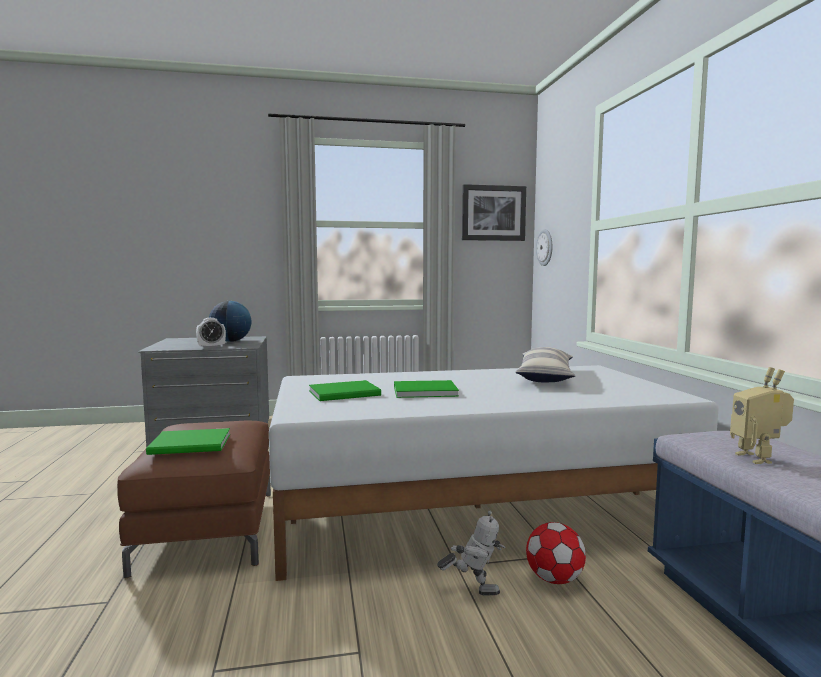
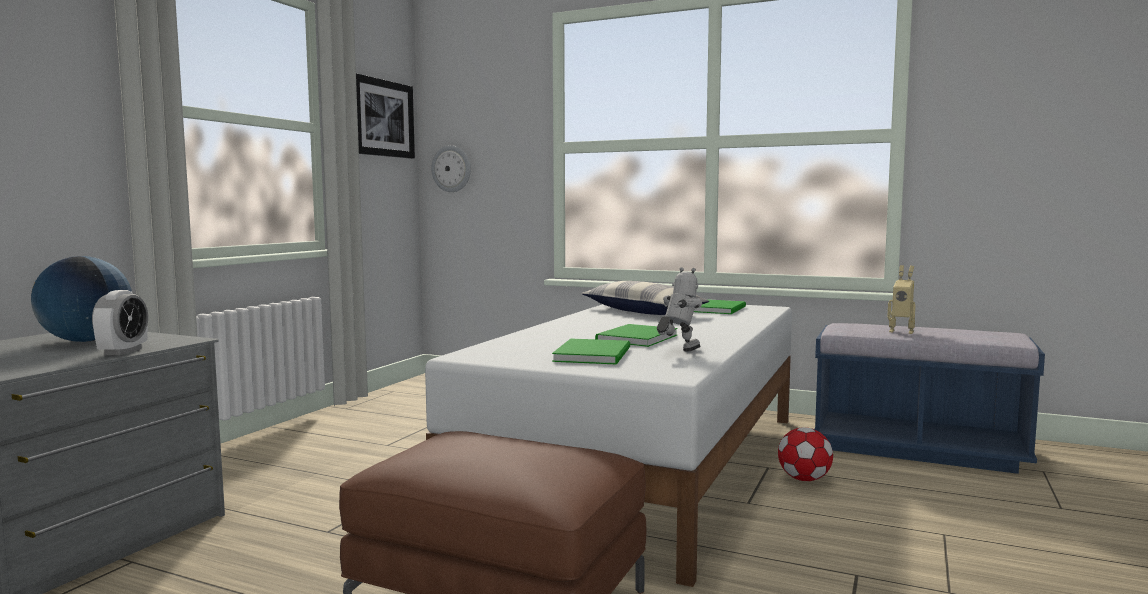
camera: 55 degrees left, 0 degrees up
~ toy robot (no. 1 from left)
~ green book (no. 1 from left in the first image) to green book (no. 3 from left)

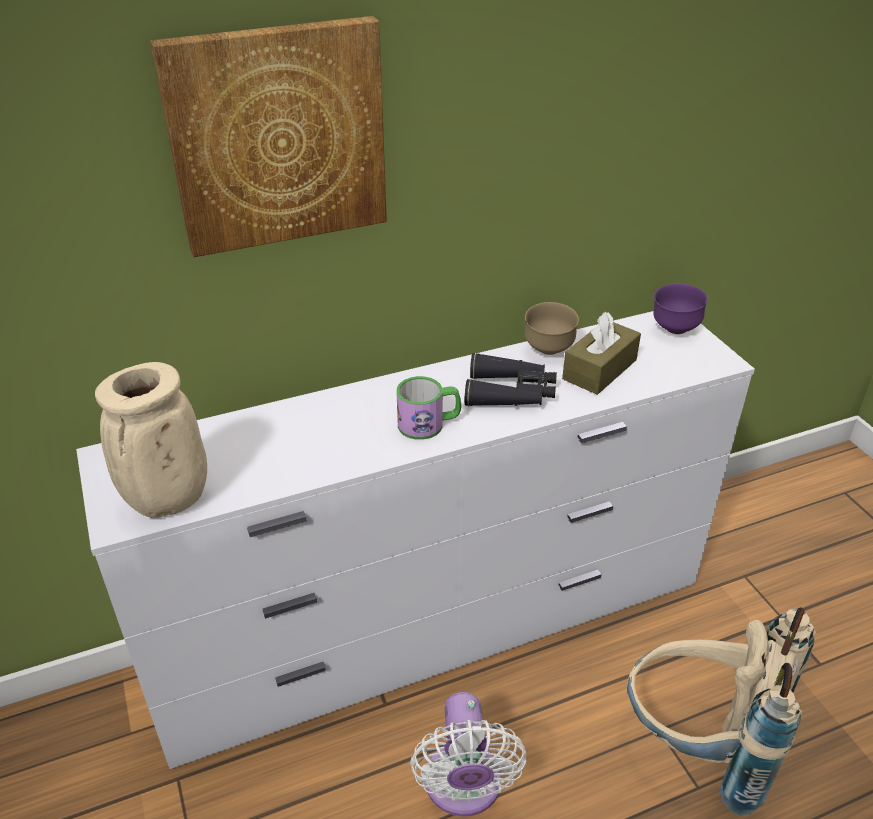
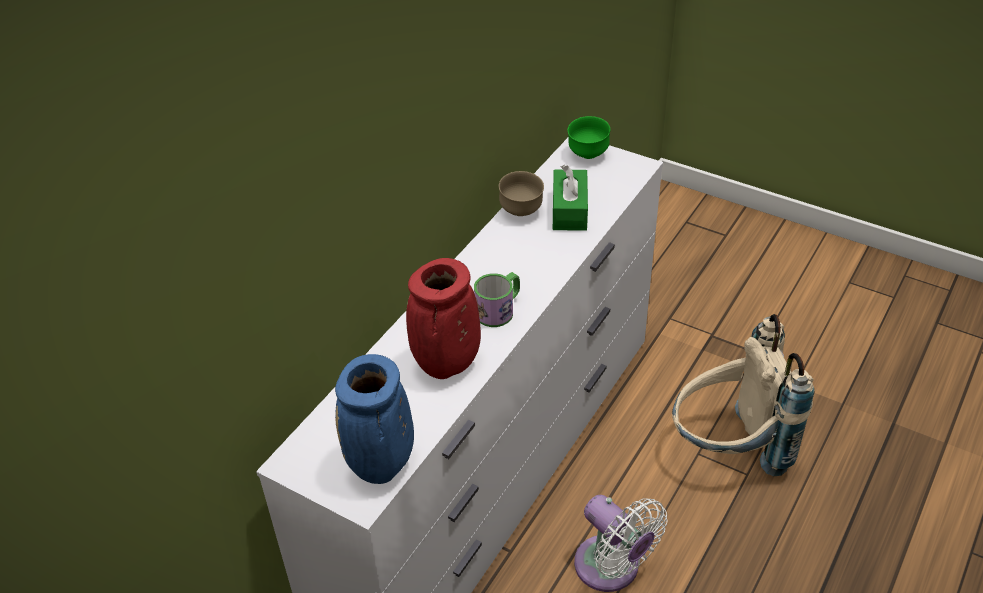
camera: 35 degrees left, 5 degrees up
~ beige vase to blue vase
+ red vase
~ brown tissue box to green tissue box
~ purple bowl to green bowl
- picture
- black binoculars

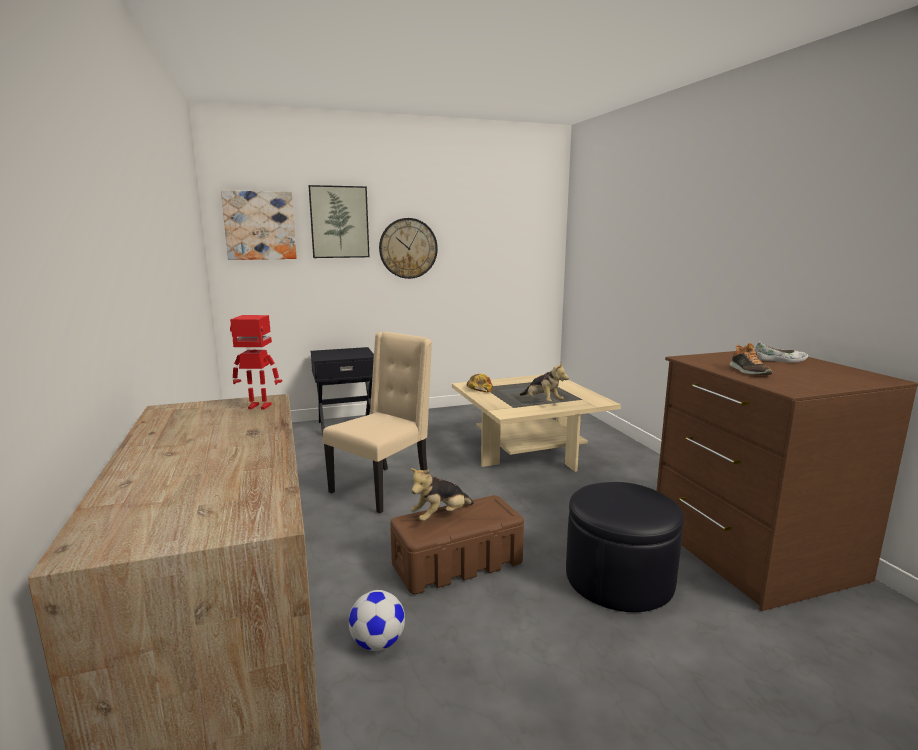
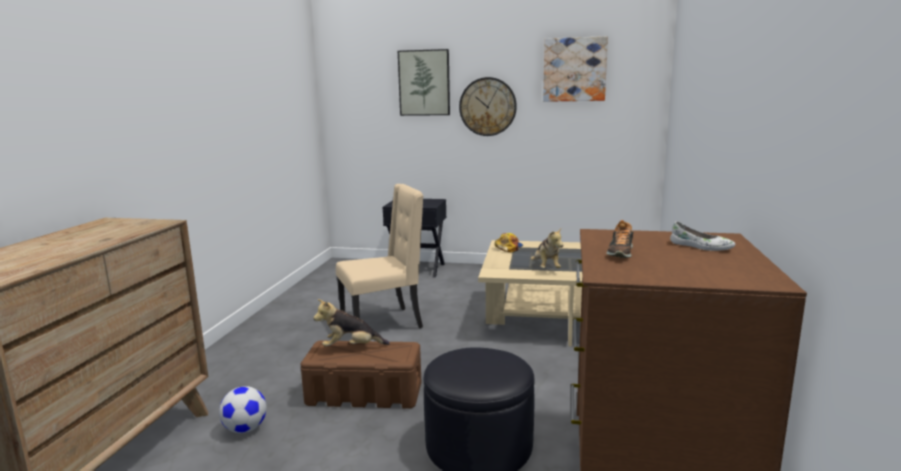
camera: 30 degrees right, 0 degrees up
~ picture (no. 1 from left in the first image) to picture (no. 2 from left)
- toy robot

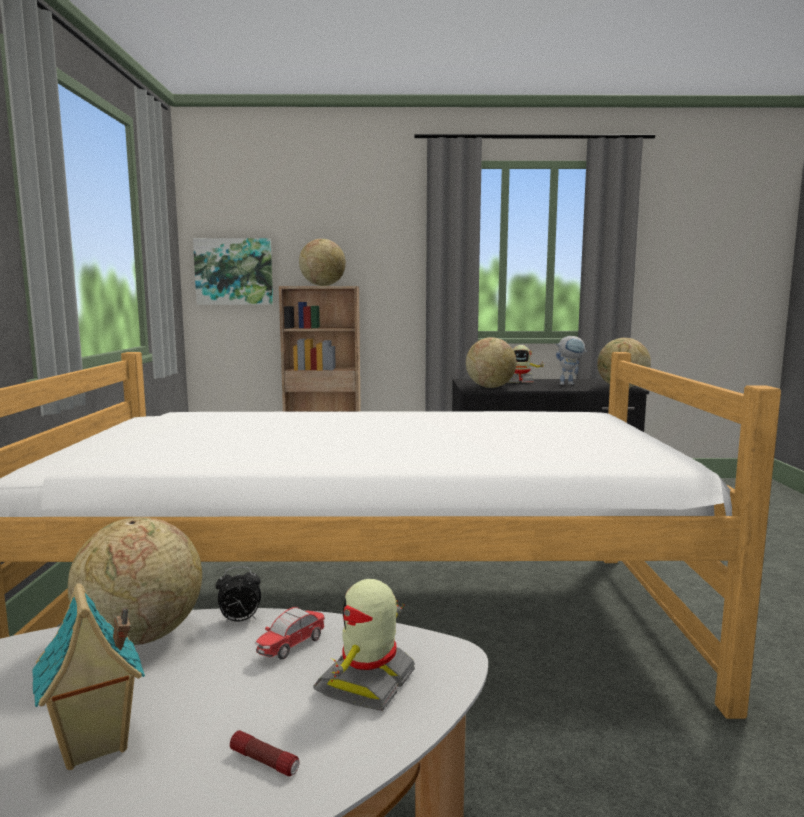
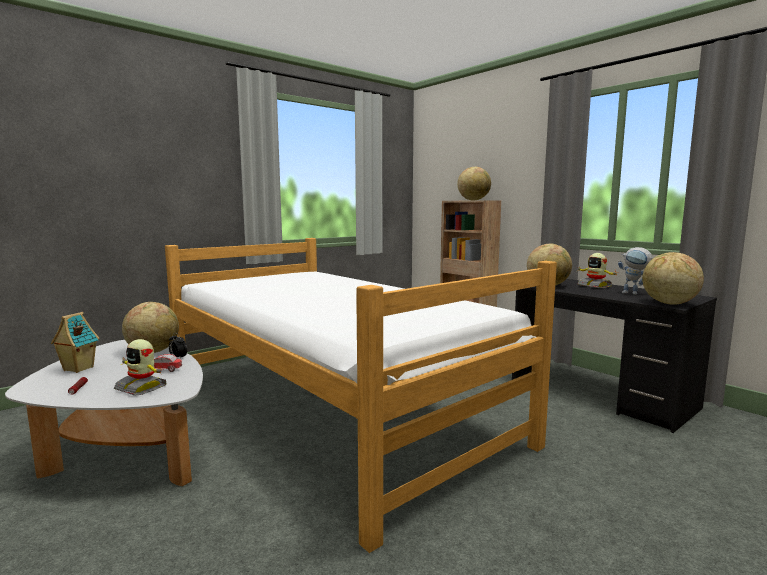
camera: 50 degrees right, 0 degrees up
~ toy robot (no. 1 from left) 135 degrees counterclockwise
- picture

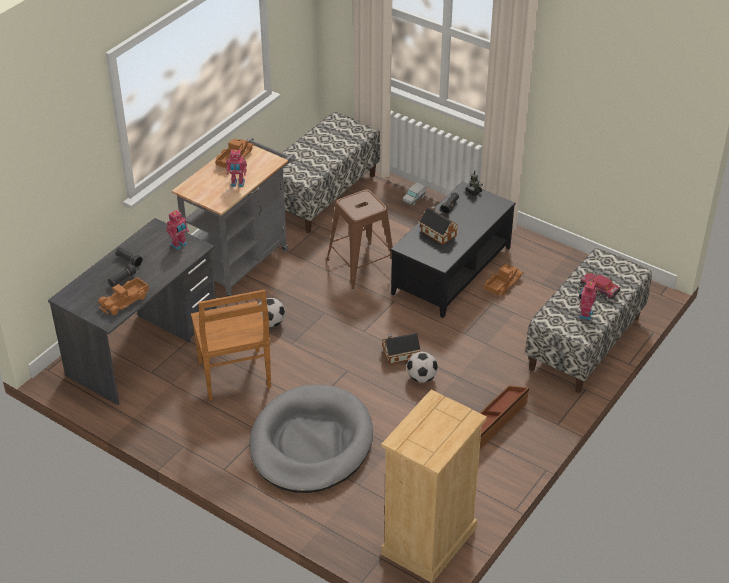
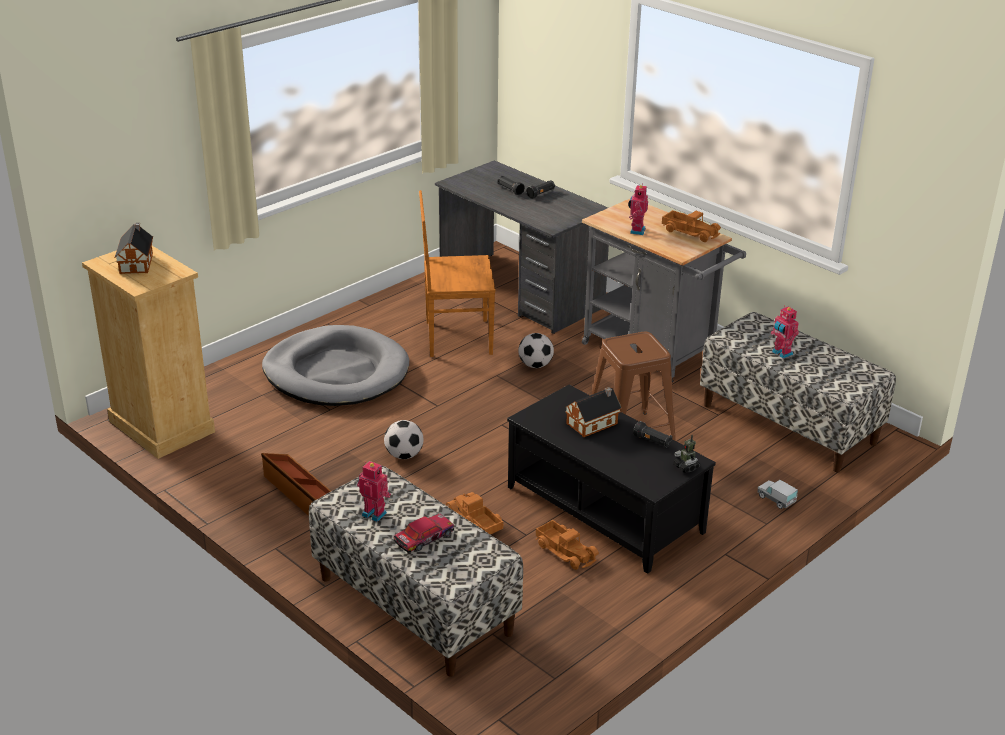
camera: 100 degrees right, 10 degrees down
~ toy house (no. 1 from left)
~ toy truck (no. 1 from left)
~ toy robot (no. 1 from left in the first image) to toy robot (no. 4 from left)

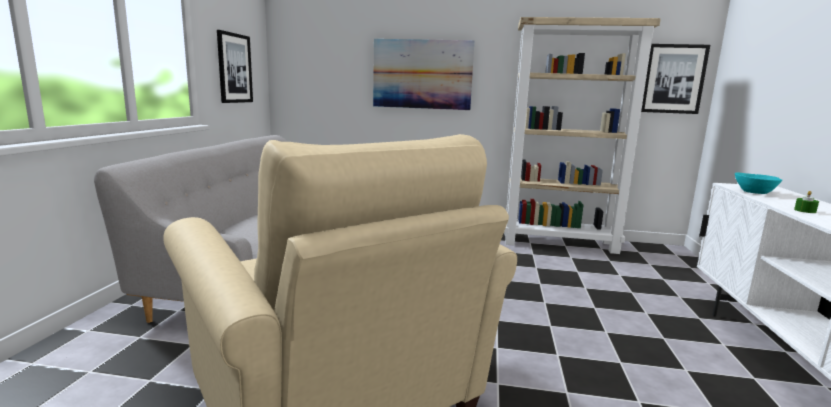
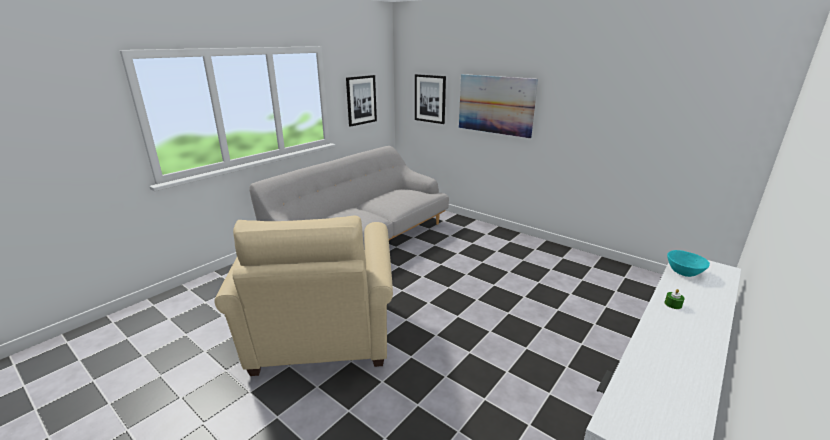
camera: 30 degrees right, 10 degrees up
~ picture (no. 3 from left in the first image) to picture (no. 2 from left)
- beige bookcase

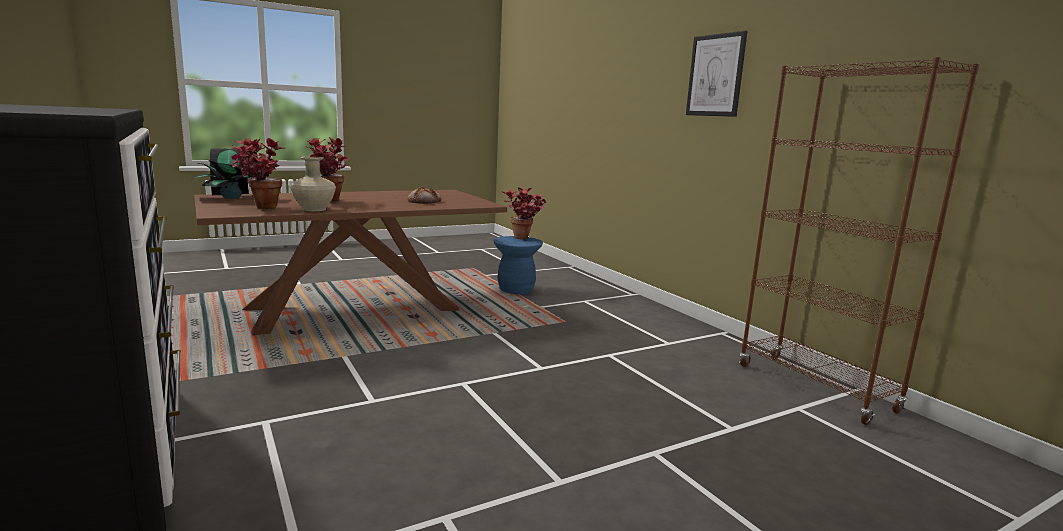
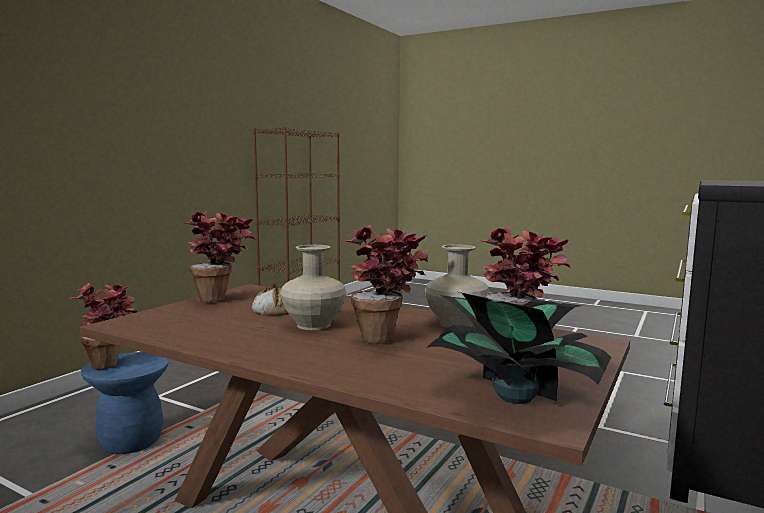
camera: 120 degrees left, 5 degrees down
+ potted plant (no. 2 from left)
+ beige vase (no. 1 from left)
- picture

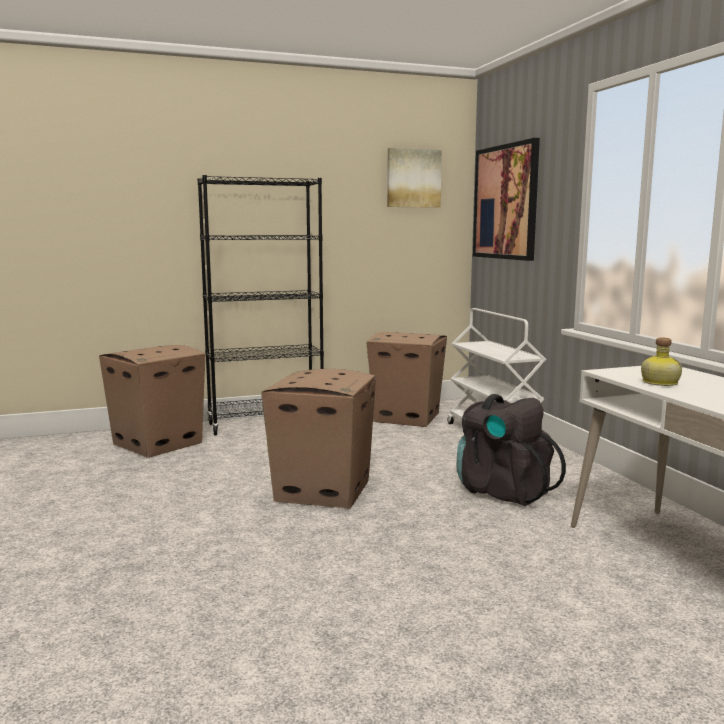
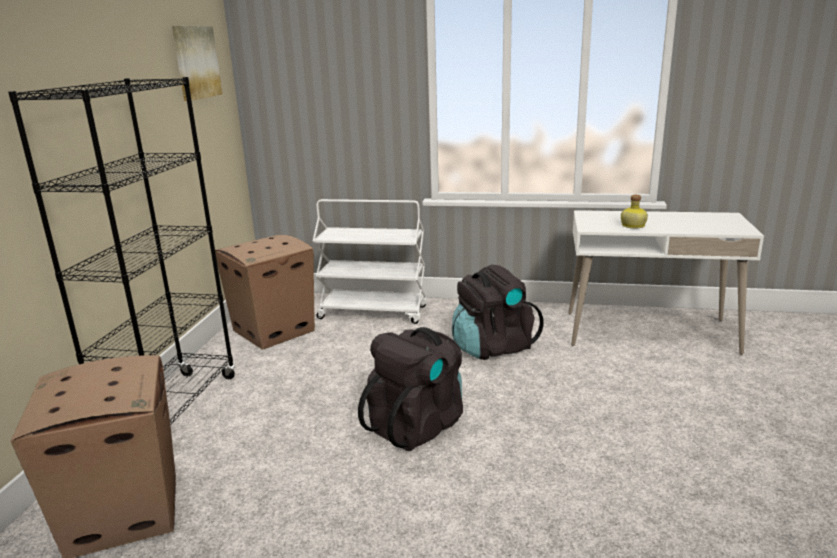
camera: 60 degrees left, 10 degrees up
~ cardboard box (no. 2 from left) to black backpack (no. 1 from left)
- picture (no. 2 from left)

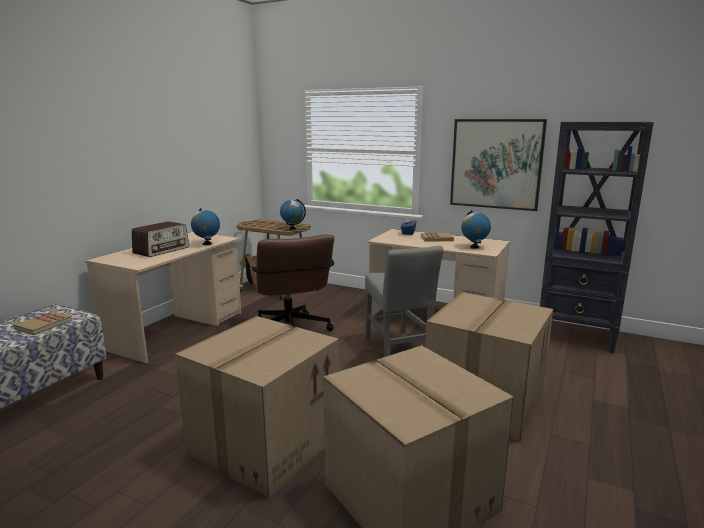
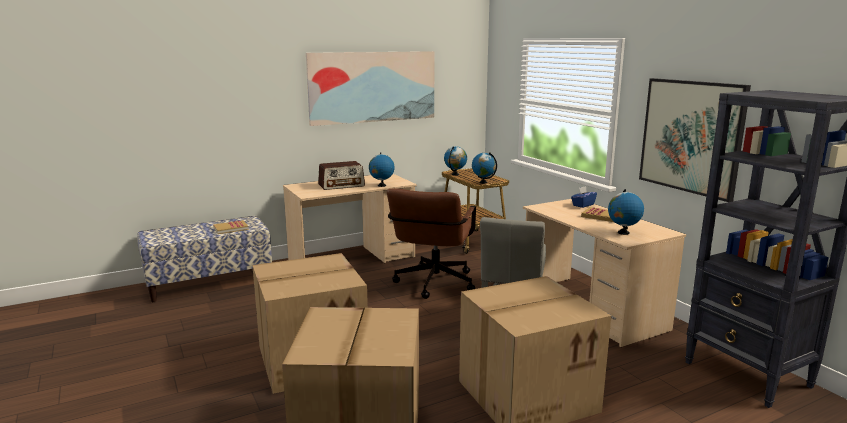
camera: 35 degrees right, 0 degrees up
+ picture (no. 1 from left)
+ globe (no. 2 from left)

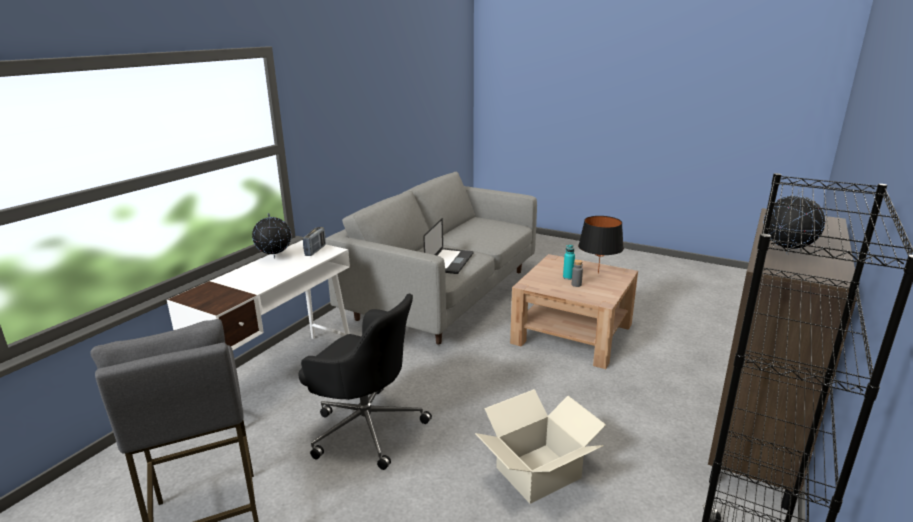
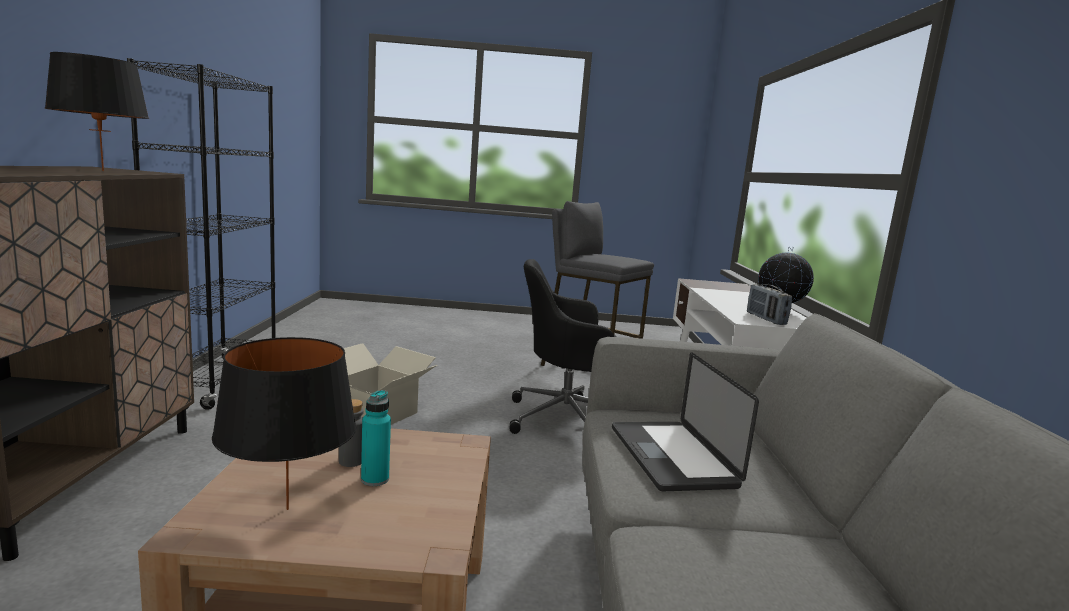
camera: 150 degrees right, 10 degrees down
~ globe (no. 2 from left) to black table lamp (no. 1 from left)

